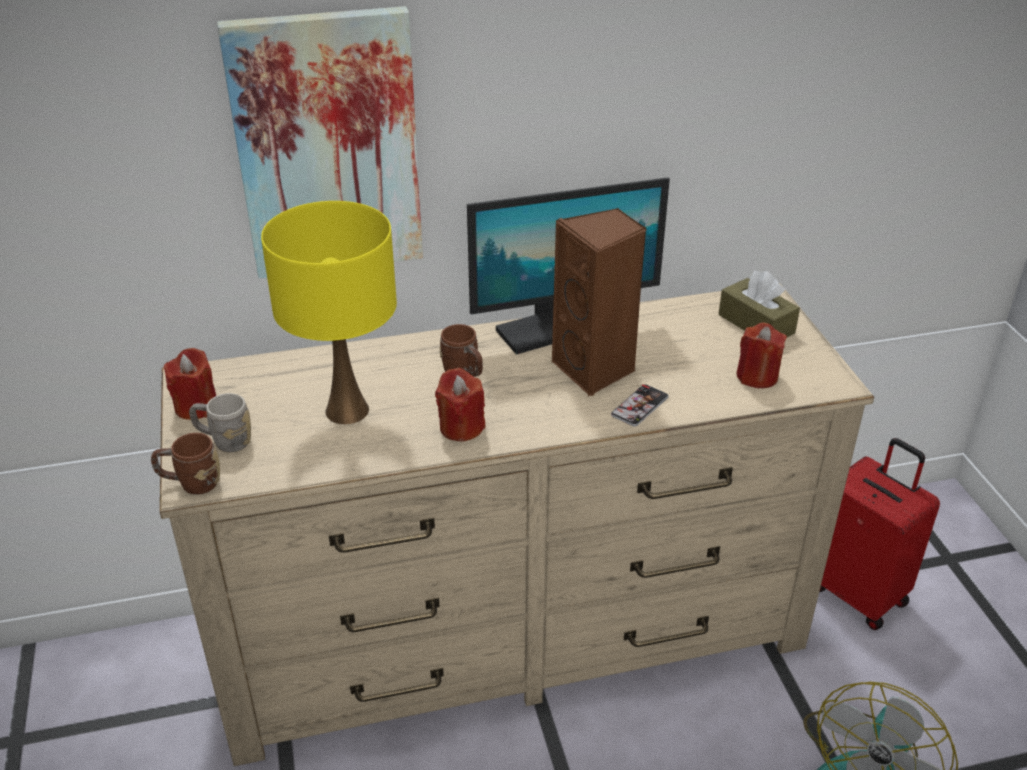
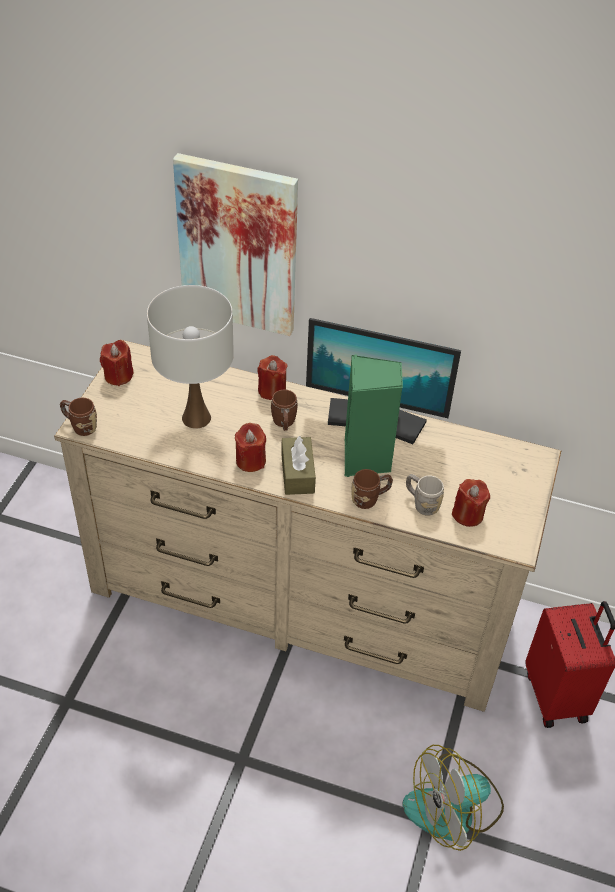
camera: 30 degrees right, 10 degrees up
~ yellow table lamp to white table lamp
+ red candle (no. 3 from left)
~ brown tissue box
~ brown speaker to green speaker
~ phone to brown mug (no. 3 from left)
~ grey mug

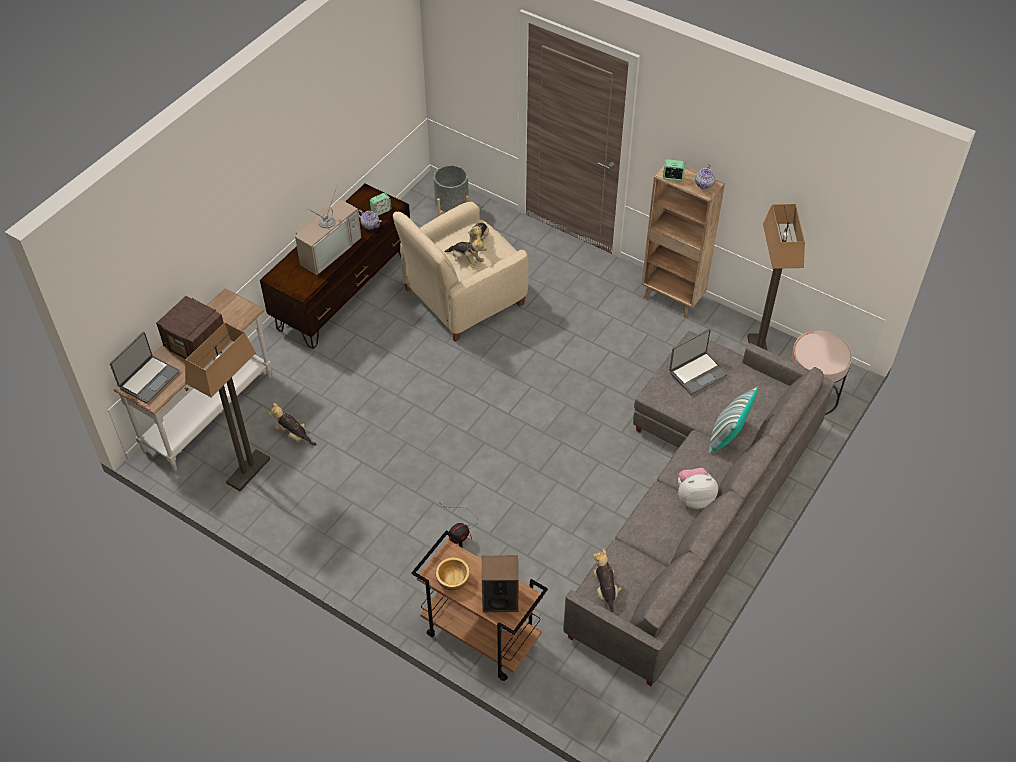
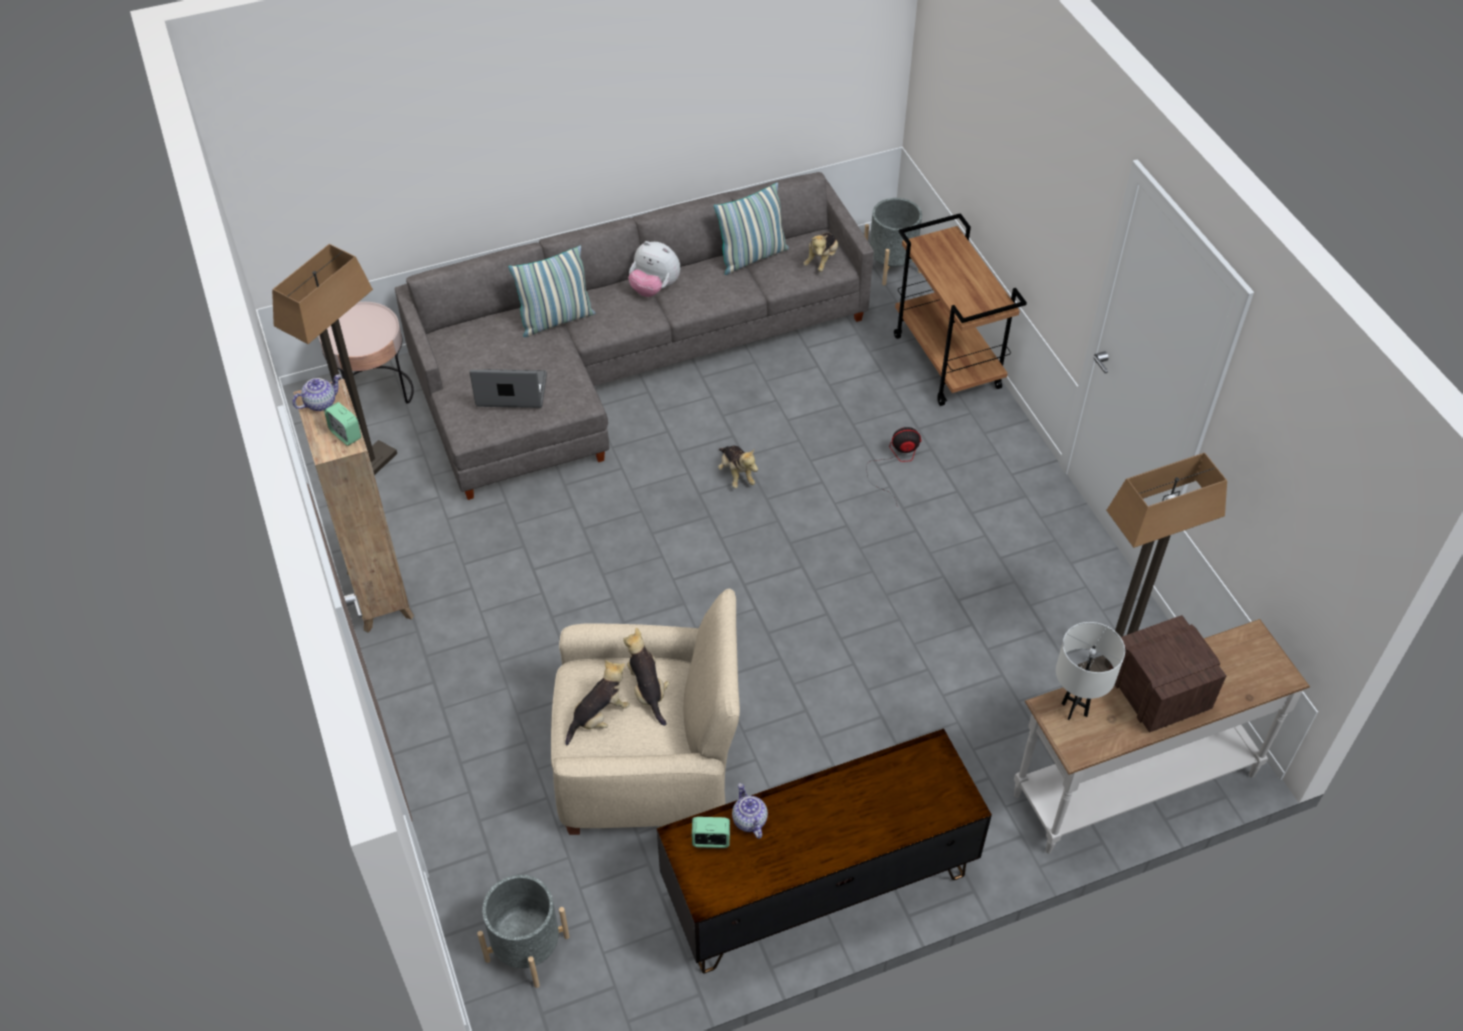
camera: 145 degrees left, 0 degrees up
+ pillow (no. 2 from left)
~ plush toy (no. 1 from left in the first image) to plush toy (no. 4 from left)
+ grey planter (no. 2 from left)
+ white table lamp
- laptop (no. 1 from left)
- television
- bowl
- speaker

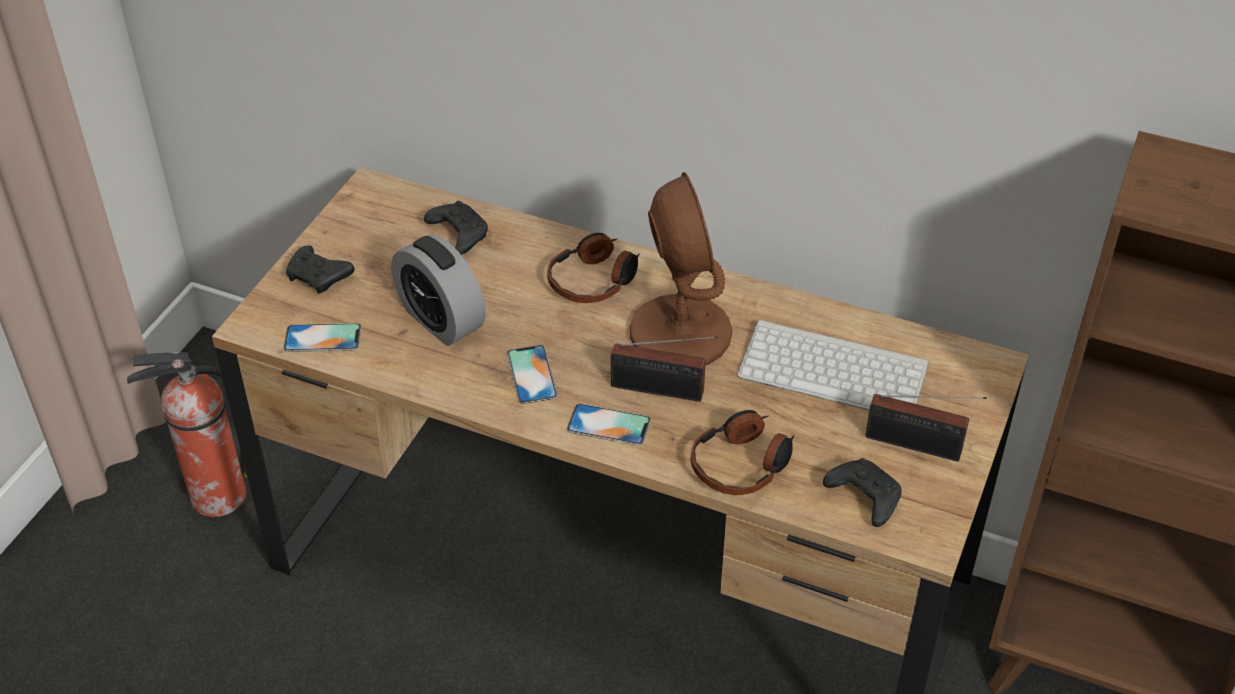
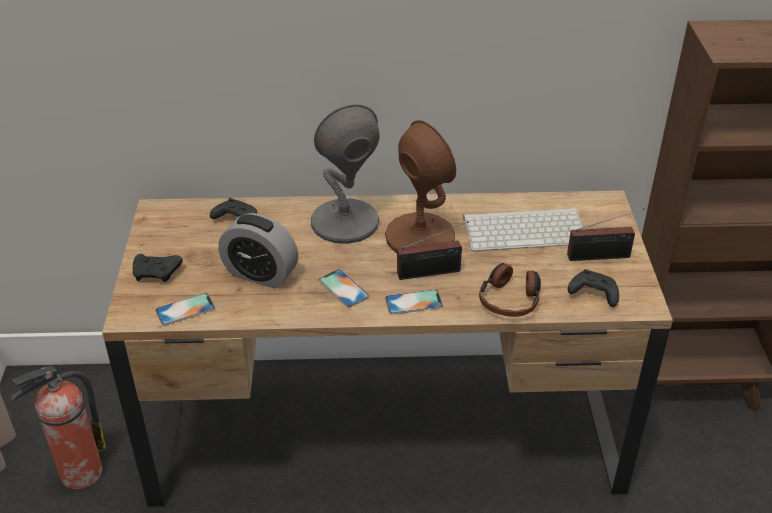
camera: 25 degrees left, 5 degrees down
~ headphones (no. 1 from left) to grey table lamp

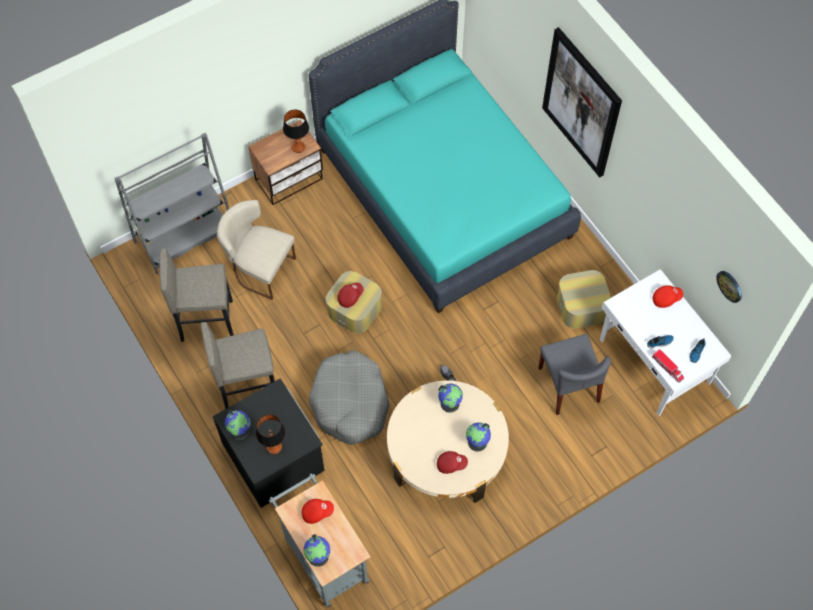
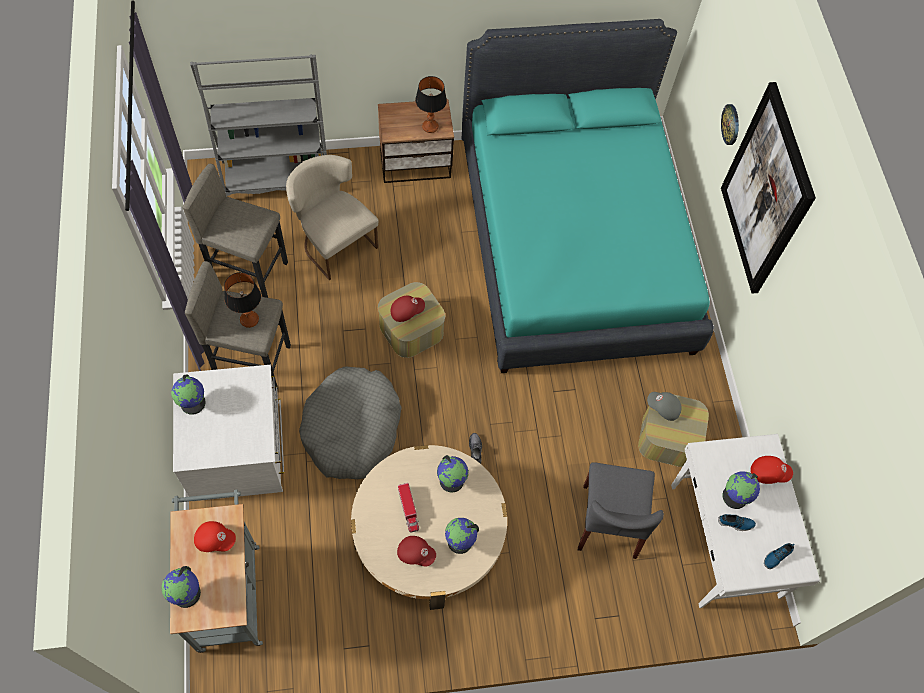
camera: 20 degrees right, 0 degrees up
~ black dresser to white dresser
~ table lamp (no. 1 from left)
~ toy truck
+ grey cap
~ wall clock
+ globe (no. 5 from left)

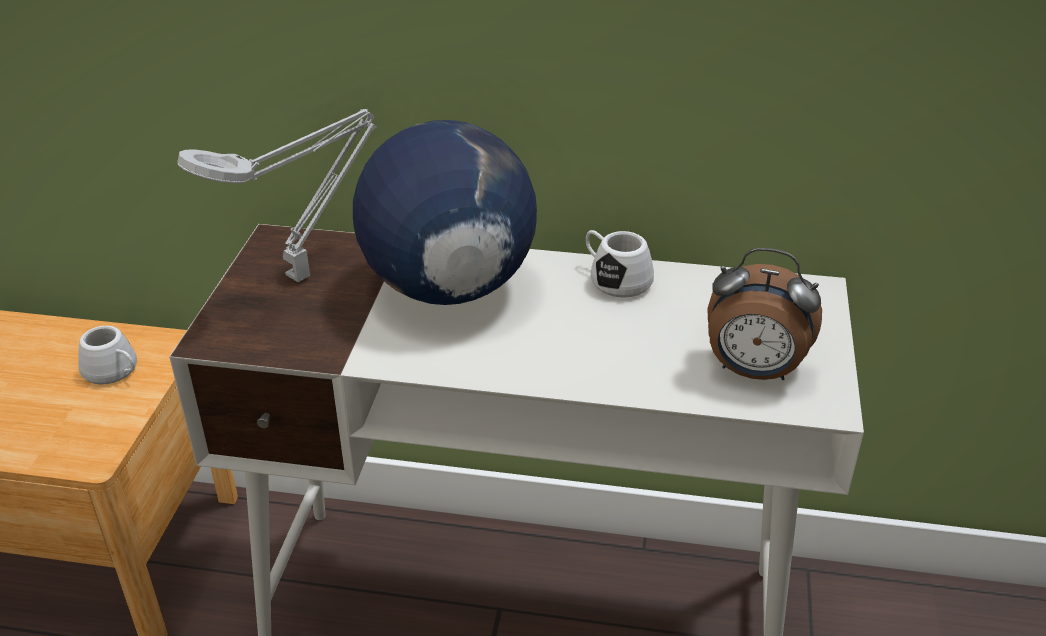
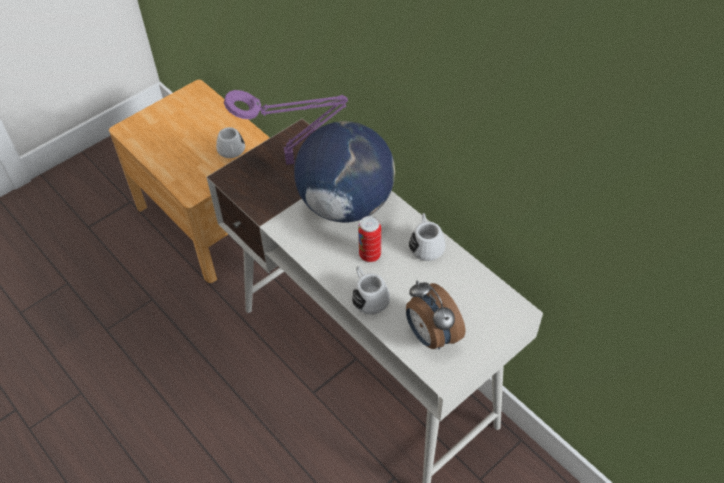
camera: 40 degrees right, 15 degrees up
~ grey table lamp to purple table lamp
+ white mug (no. 2 from left)
+ can

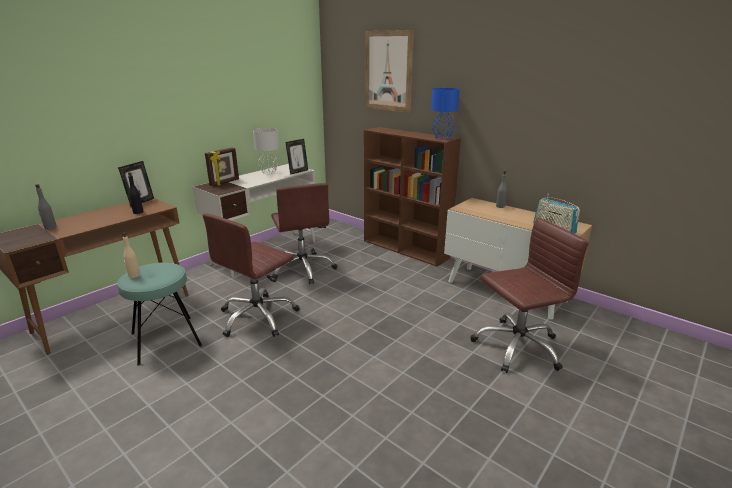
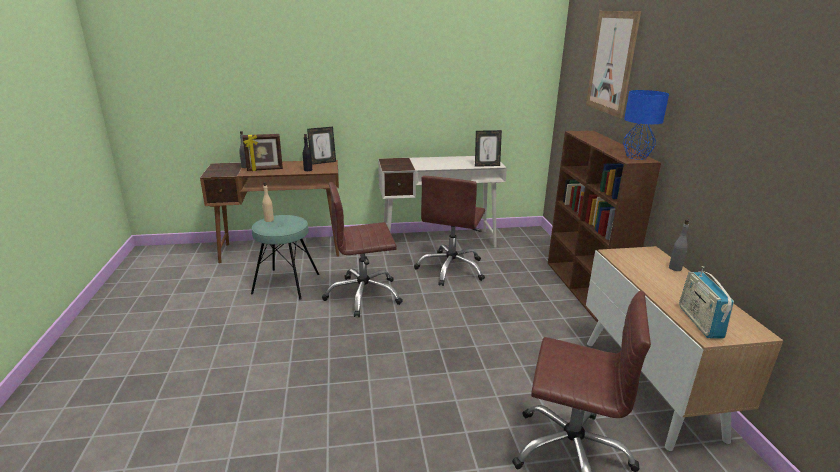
camera: 40 degrees right, 0 degrees up
~ picture frame (no. 2 from left in the first image) to picture frame (no. 1 from left)
- grey table lamp

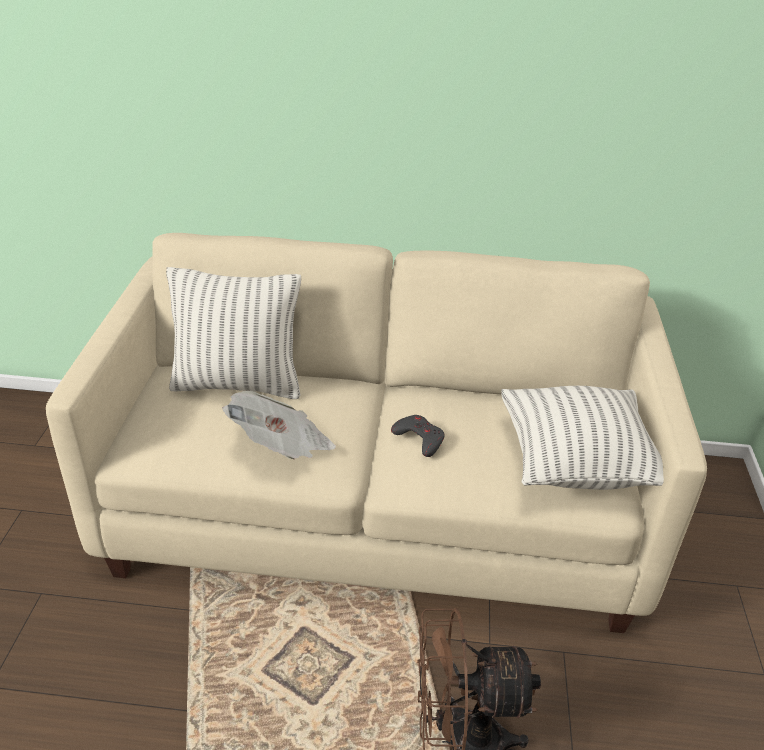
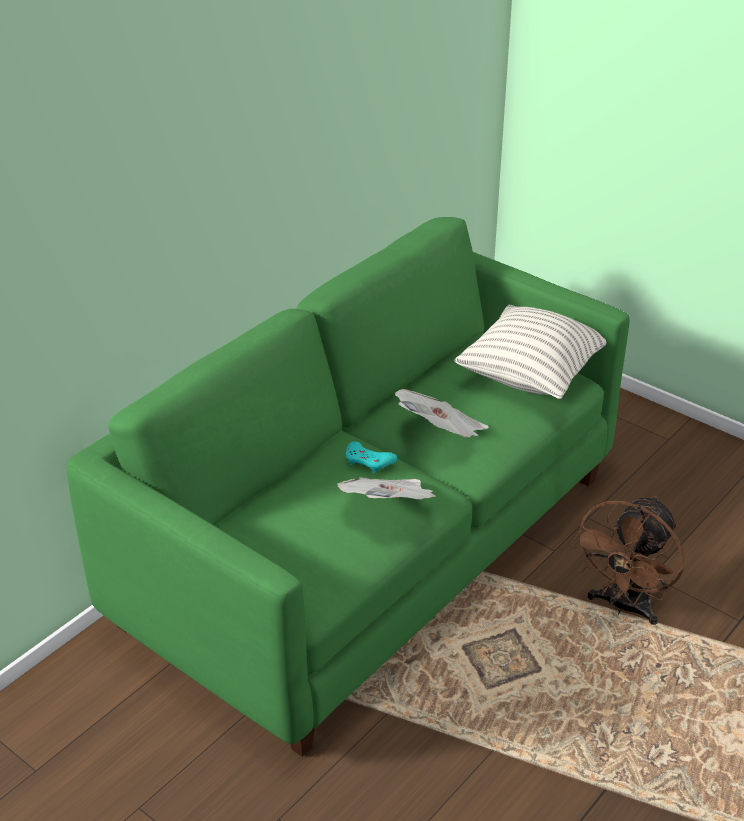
camera: 55 degrees left, 0 degrees up
~ beige sofa to green sofa
+ turquoise game controller
~ grey game controller to newspaper (no. 2 from left)
- pillow (no. 1 from left)

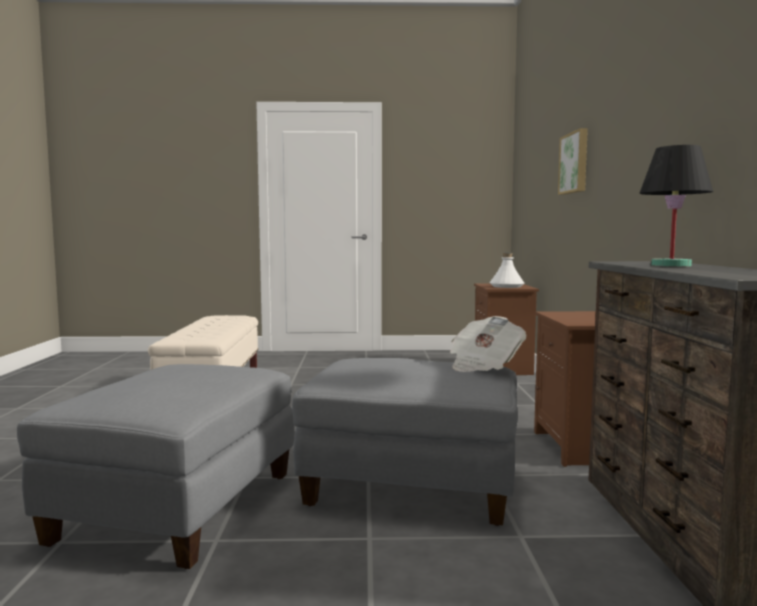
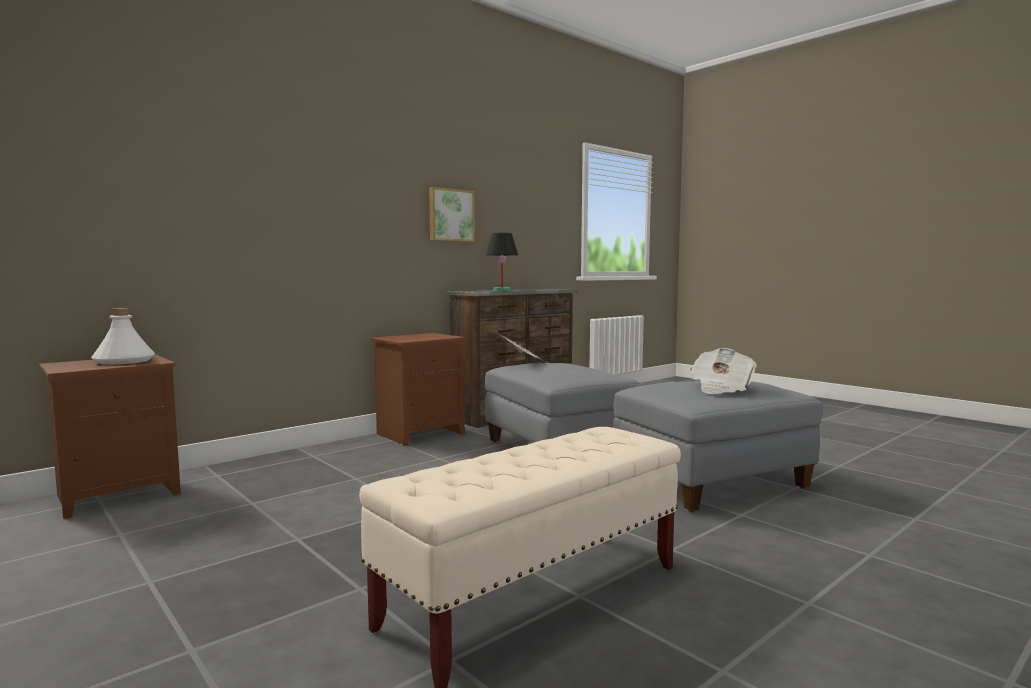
camera: 130 degrees left, 0 degrees up
~ picture
+ newspaper (no. 2 from left)

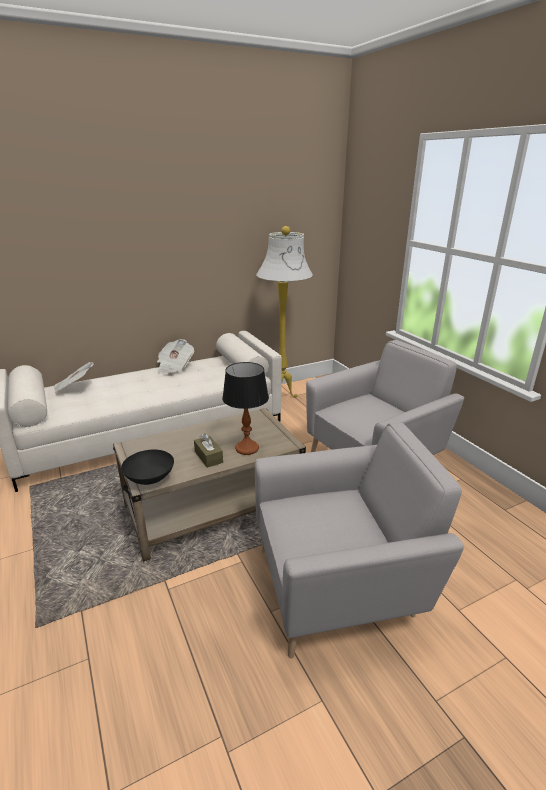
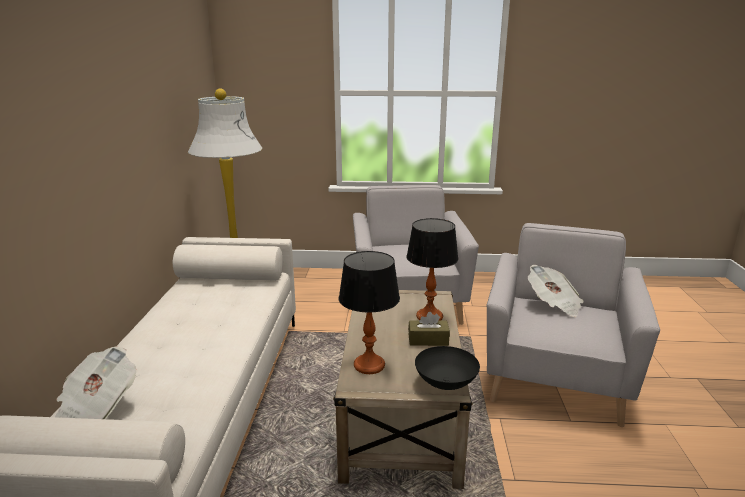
camera: 60 degrees left, 5 degrees down
+ table lamp (no. 1 from left)
~ newspaper (no. 2 from left)

